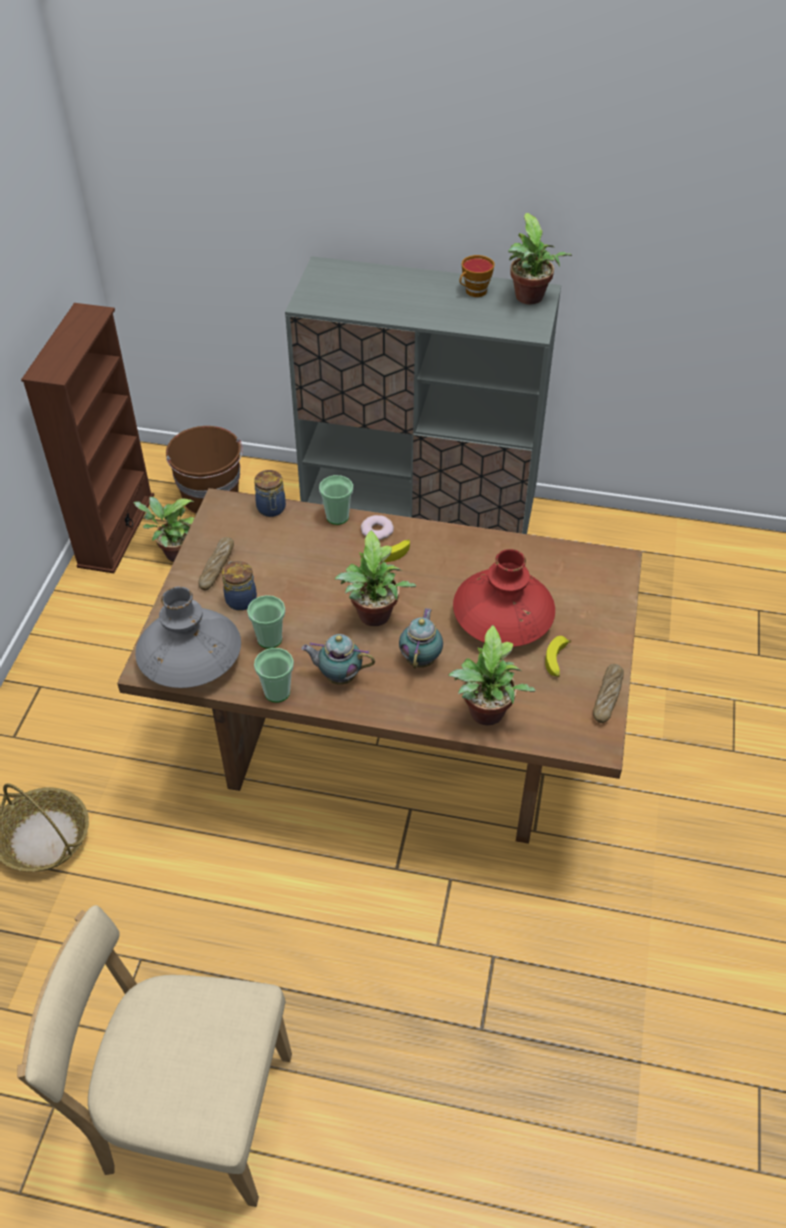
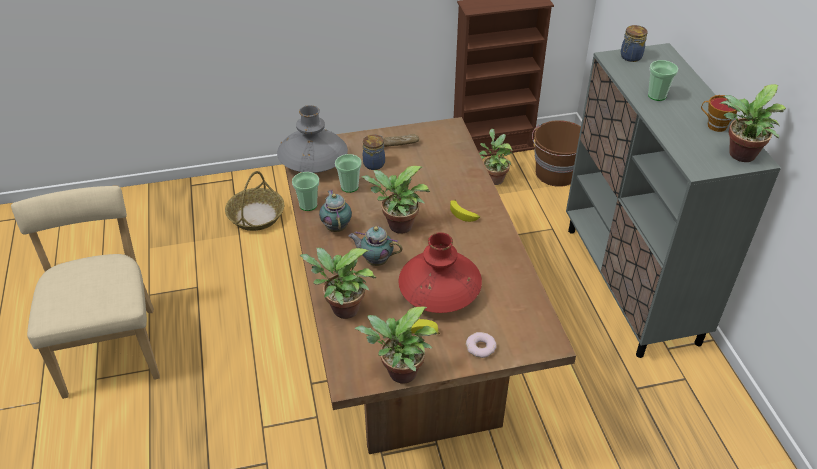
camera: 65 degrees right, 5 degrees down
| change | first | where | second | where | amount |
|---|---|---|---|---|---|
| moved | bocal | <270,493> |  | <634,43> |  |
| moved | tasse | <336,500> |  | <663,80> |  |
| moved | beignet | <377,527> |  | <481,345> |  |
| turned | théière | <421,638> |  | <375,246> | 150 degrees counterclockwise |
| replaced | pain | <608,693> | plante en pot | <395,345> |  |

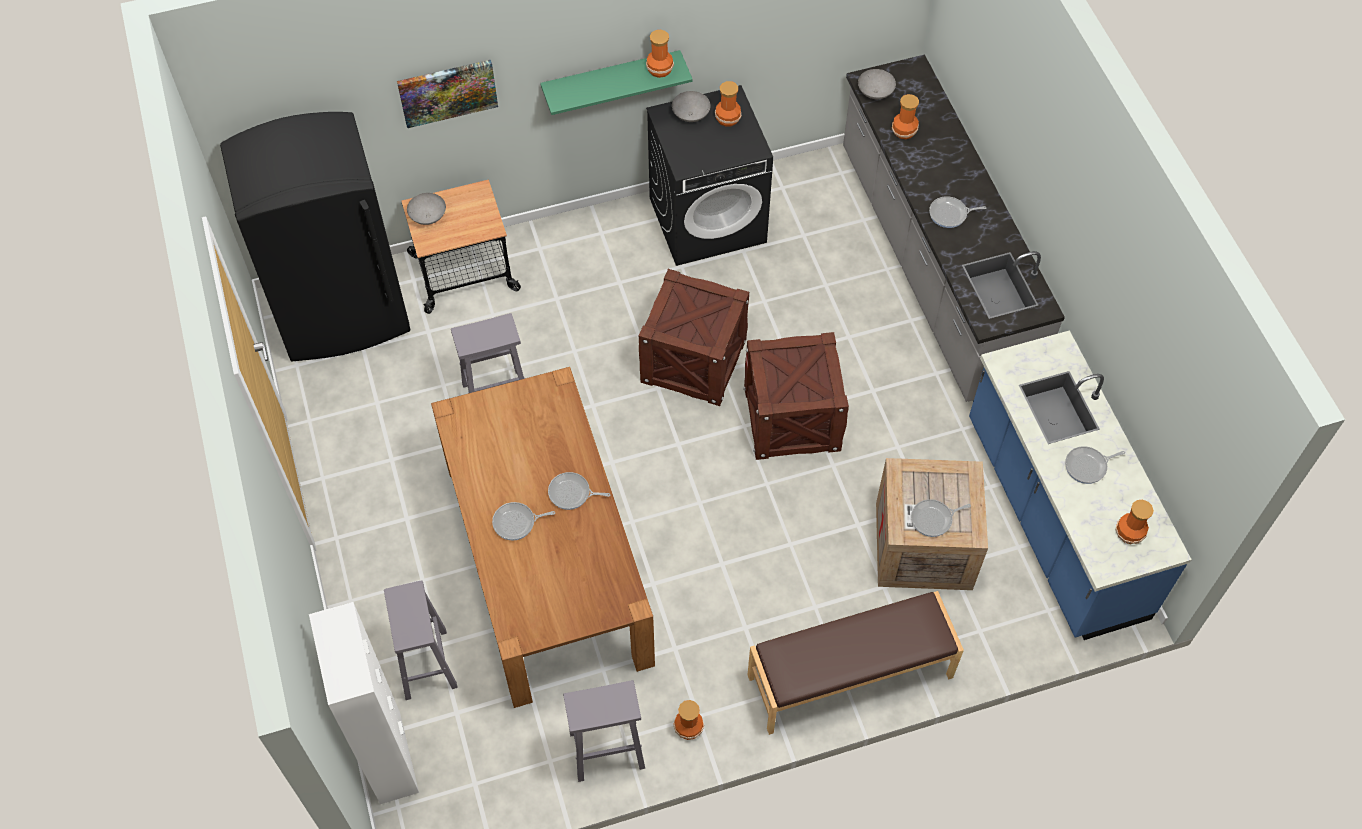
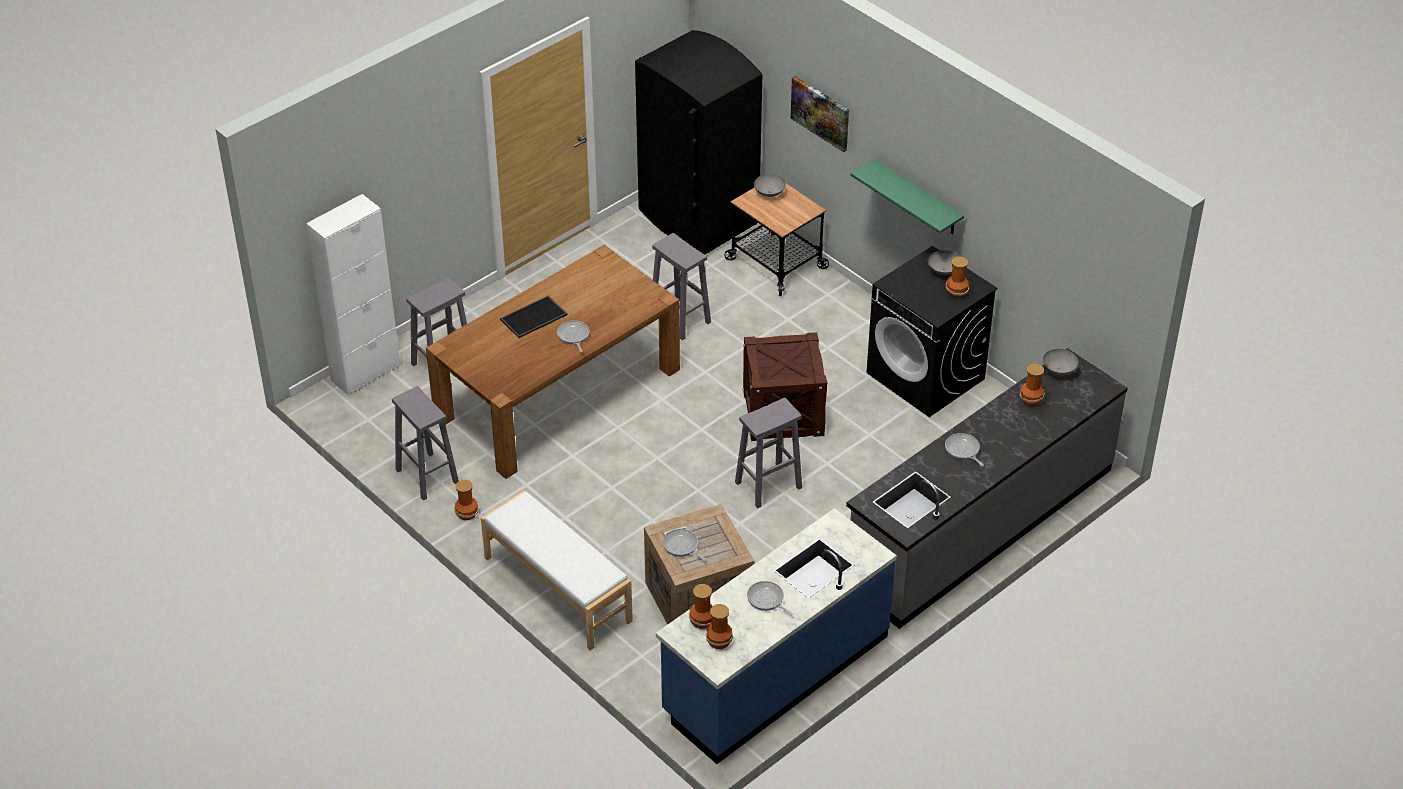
camera: 65 degrees right, 15 degrees down
| change | first | where | second | where | amount |
|---|---|---|---|---|---|
| replaced | poêle | <523,521> | plateau | <533,317> |  |
| moved | vase | <660,54> |  | <700,606> |  |
| replaced | caisse | <796,396> | tabouret/gris | <768,453> |  |
| recoloured | banc/marron | <856,663> | banc/blanc | <557,570> |  |

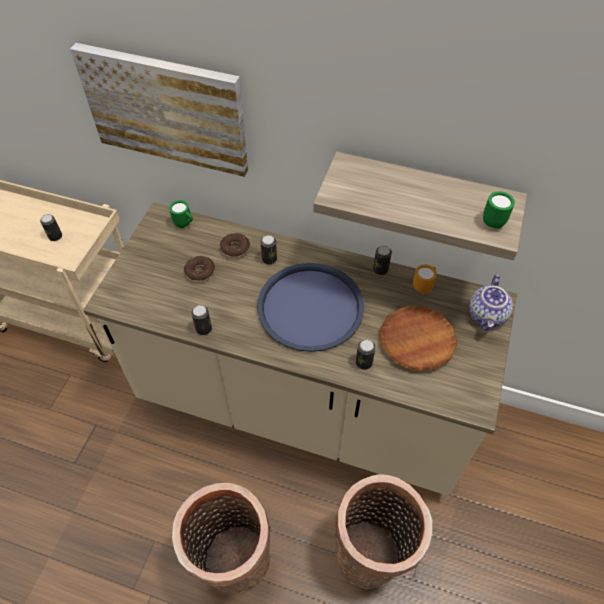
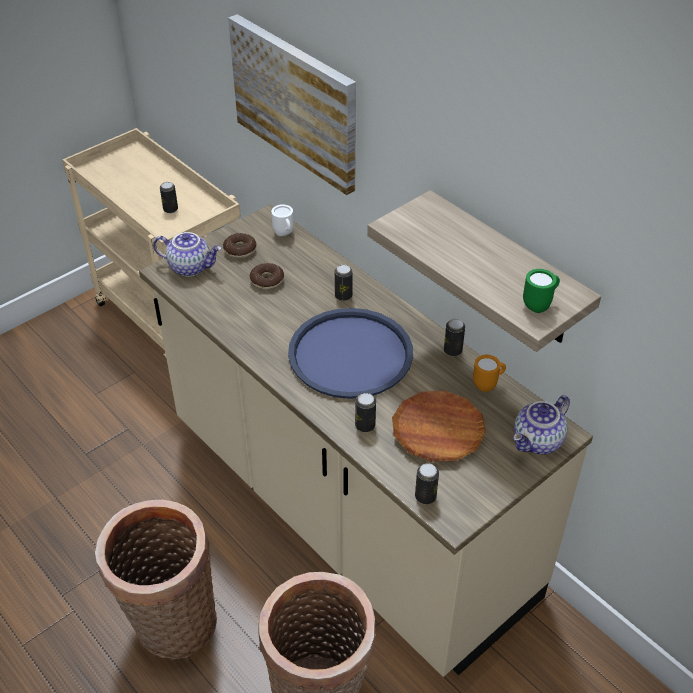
camera: 30 degrees right, 10 degrees down
| change | first | where | second | where | amount |
|---|---|---|---|---|---|
| recoloured | mug/vert | <181,214> | mug/blanc | <282,220> |  |
| moved | boîte métallique | <201,320> |  | <427,483> |  |
| moved | beignet | <235,245> |  | <239,245> |  |
| added |  |  | théière | <187,254> |  |

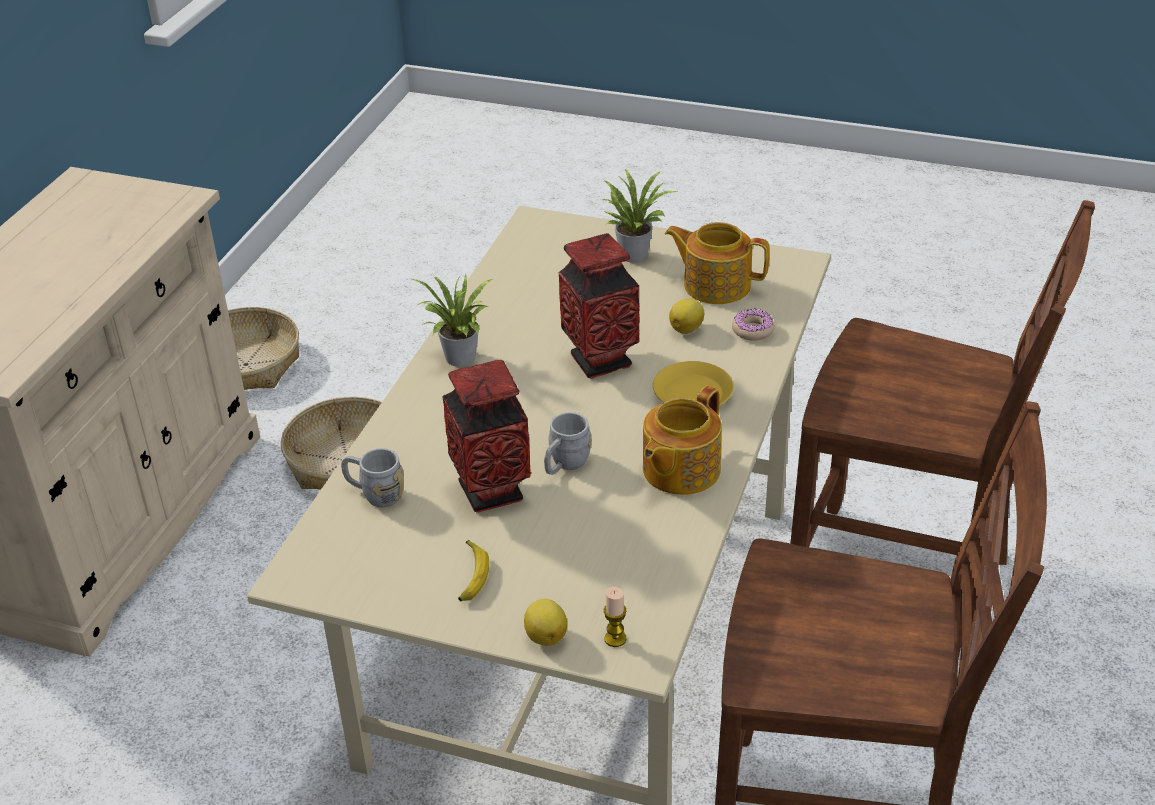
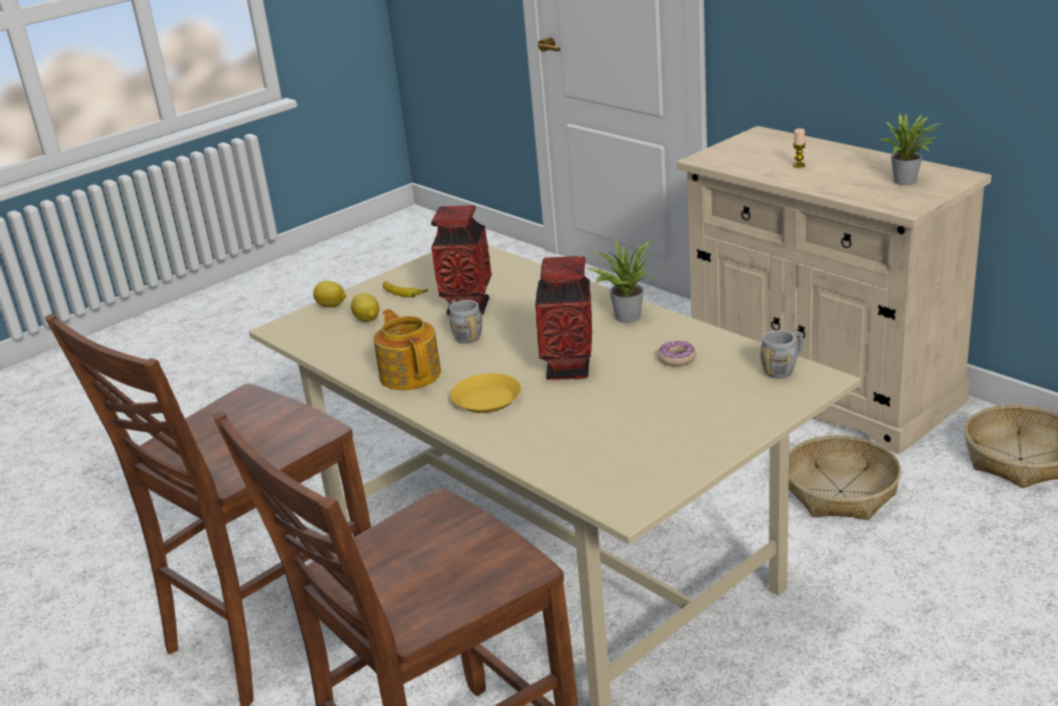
camera: 120 degrees right, 10 degrees down
| change | first | where | second | where | amount |
|---|---|---|---|---|---|
| moved | mug/gris | <372,477> |  | <781,354> |  |
| moved | plante en pot | <639,216> |  | <911,149> |  |
| moved | bougie | <614,617> |  | <799,148> |  |
| removed | théière | <717,263> |  |  |  |
| moved | citron | <686,316> |  | <365,307> |  |
| moved | beignet | <753,325> |  | <677,353> |  |

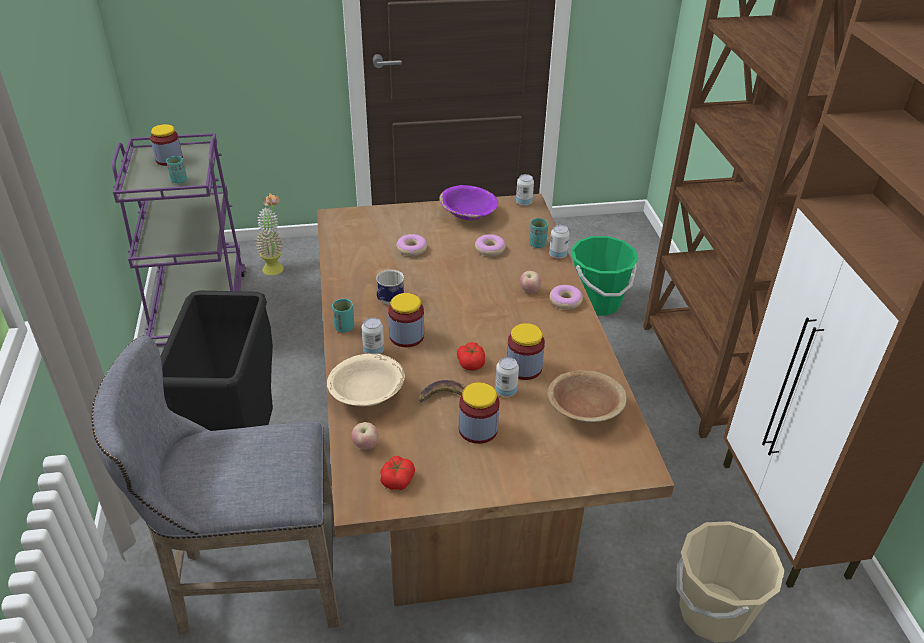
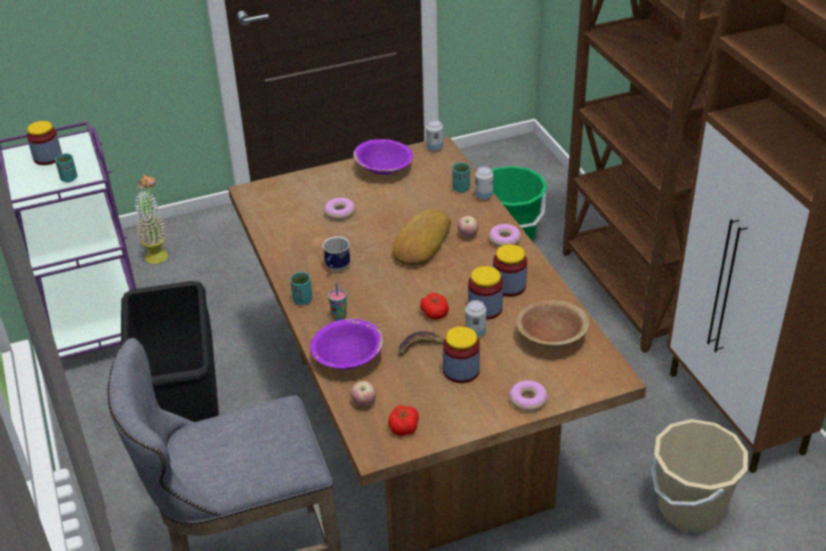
camera: 10 degrees left, 0 degrees up
| change | first | where | second | where | amount |
|---|---|---|---|---|---|
| recoloured | bol/beige | <366,380> | bol/violet | <347,343> |  |
| replaced | boîte métallique | <373,335> | tasse | <337,302> |  |
| moved | bocal | <406,320> |  | <510,270> |  |
| moved | beignet | <490,245> |  | <528,395> |  |
| added |  |  | pain | <422,237> |  |

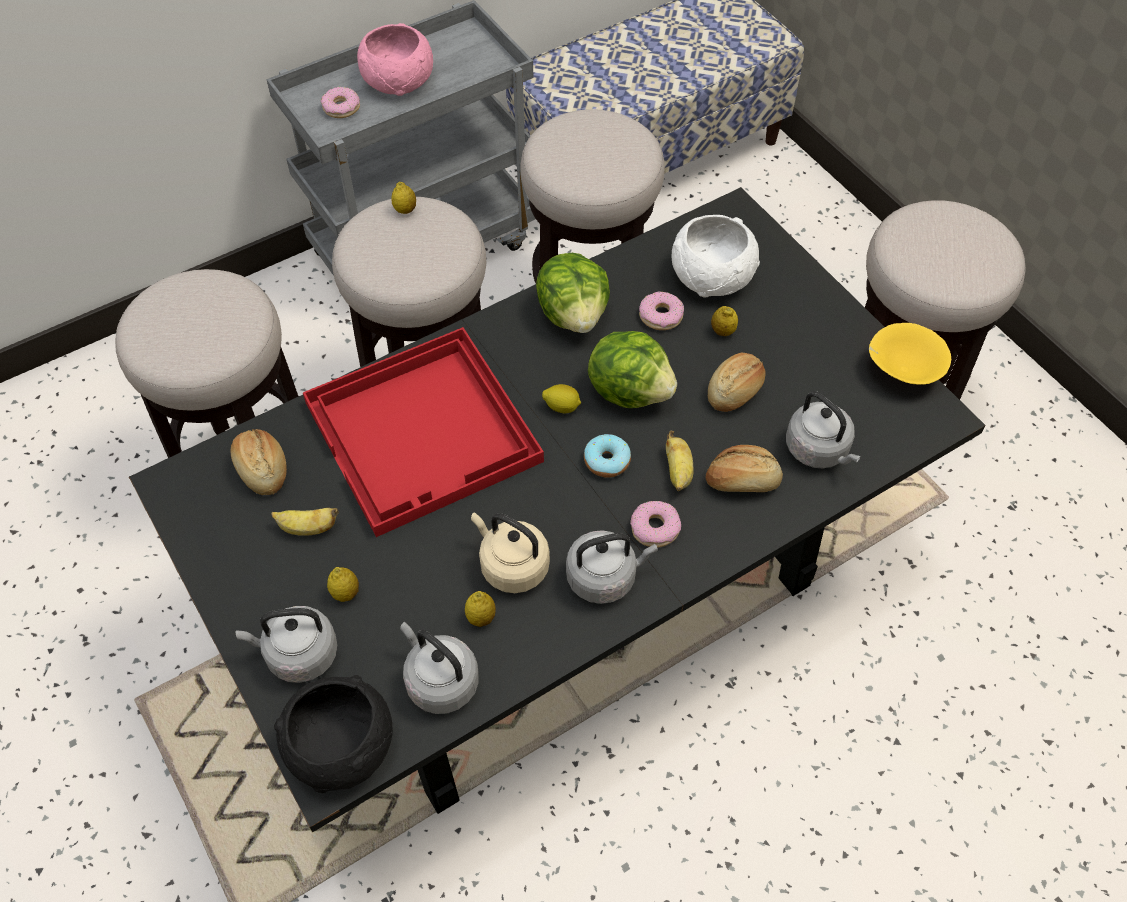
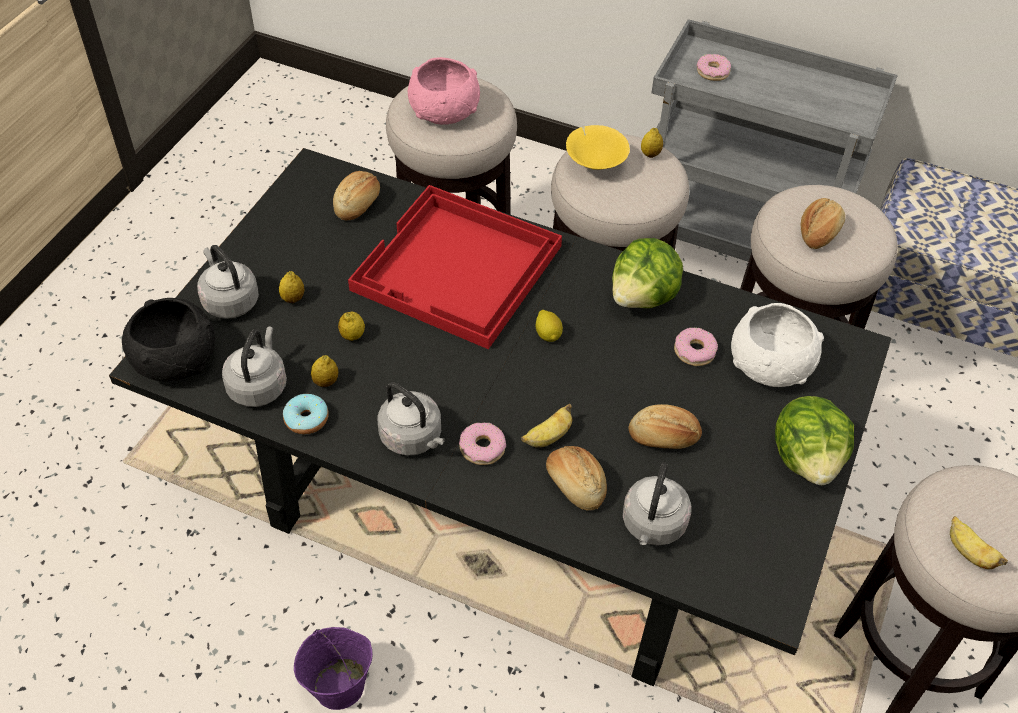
camera: 55 degrees right, 5 degrees down
| change | first | where | second | where | amount |
|---|---|---|---|---|---|
| moved | banane | <305,522> |  | <979,542> |  |
| moved | bol/rose | <395,59> |  | <444,91> |  |
| removed | bouilloire/beige | <510,553> |  |  |  |
| moved | beignet | <607,456> |  | <306,414> |  |
| moved | laitue | <632,369> |  | <814,440> |  |
| moved | citron | <724,321> |  | <351,326> |  |
| moved | bol/jaune | <910,354> |  | <598,147> |  |
| added |  |  | seau/violet | <333,668> |  |
| added |  |  | pain | <823,223> |  |

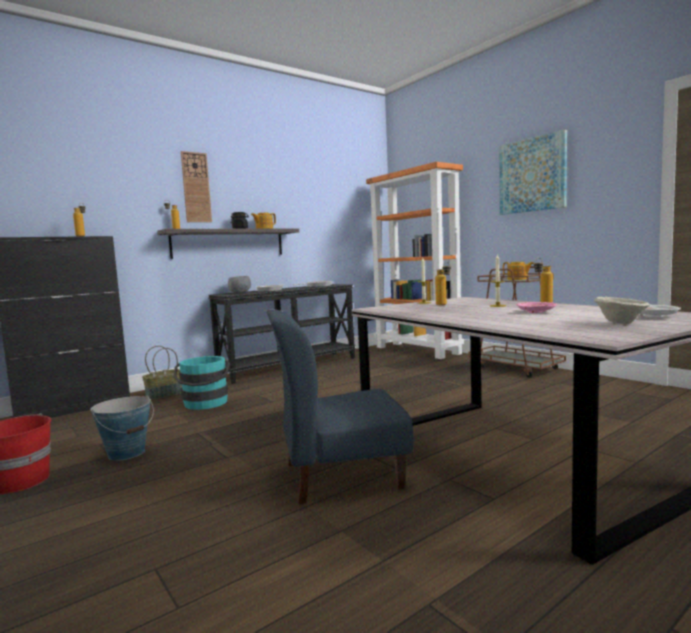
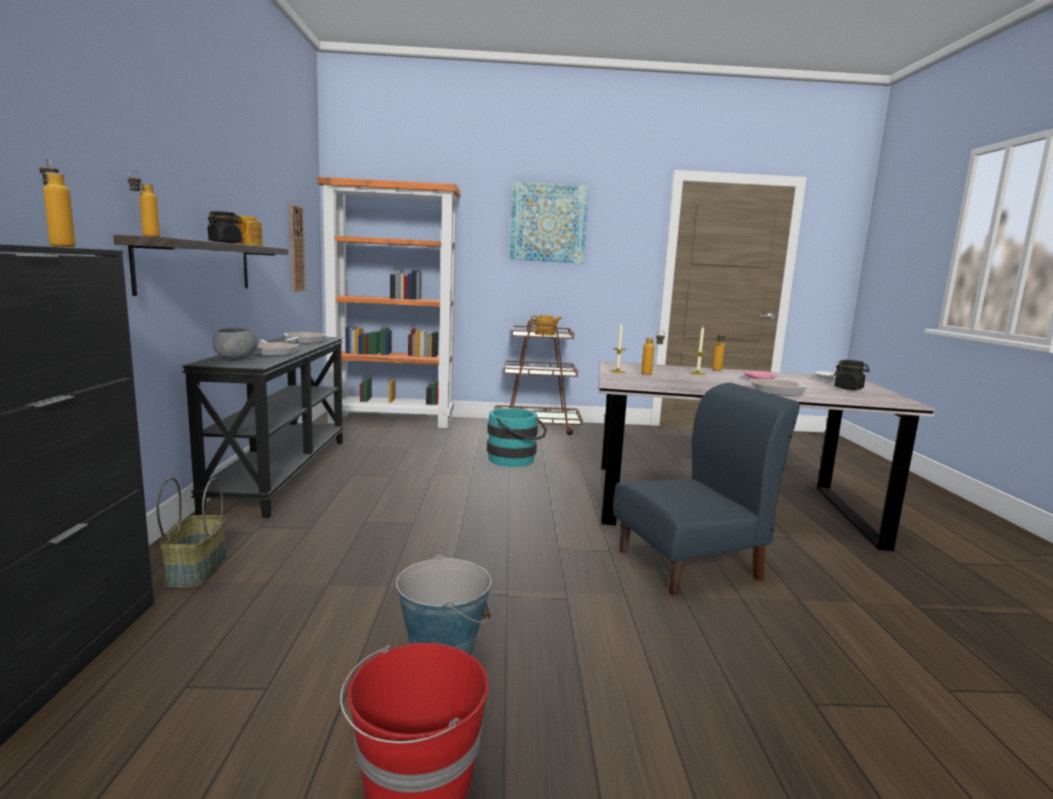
camera: 55 degrees left, 5 degrees up
| change | first | where | second | where | amount |
|---|---|---|---|---|---|
| moved | seau/turquoise | <202,383> |  | <517,437> |  |
| moved | horloge murale | <196,186> |  | <298,248> |  |
| turned | chaise/bleu | <340,407> |  | <706,489> | 135 degrees counterclockwise |
| replaced | bol/beige | <622,310> | bocal/noir | <851,375> |  |
| added |  |  | poêle | <778,386> |  |

